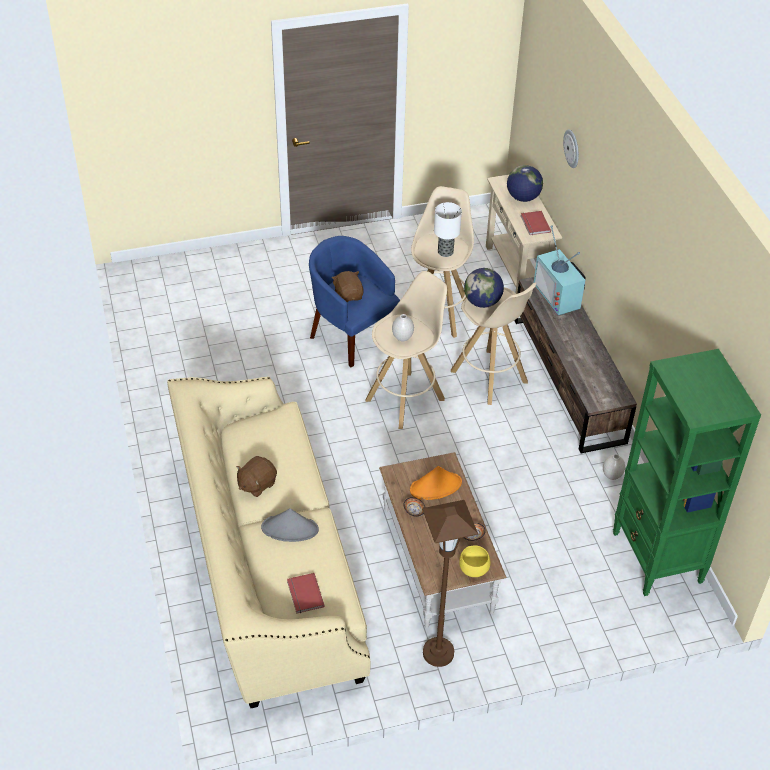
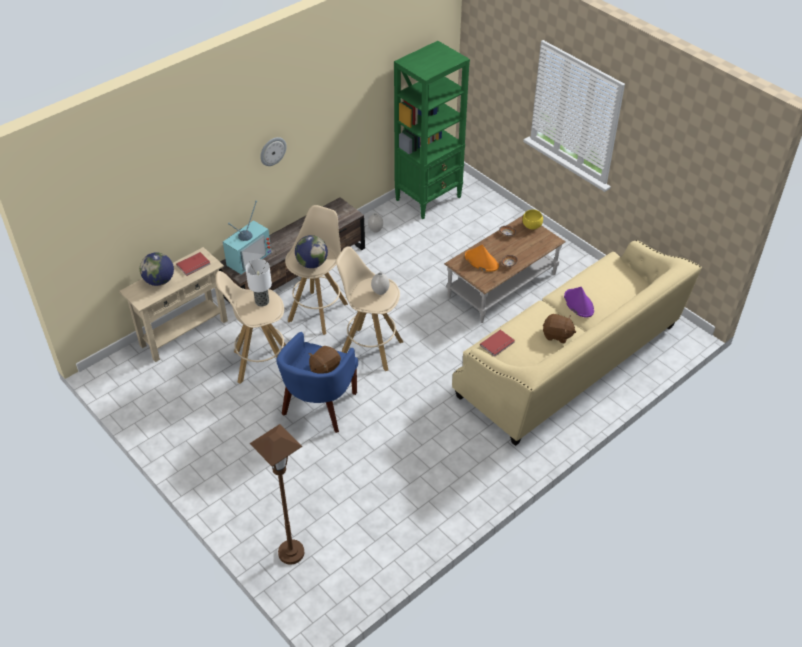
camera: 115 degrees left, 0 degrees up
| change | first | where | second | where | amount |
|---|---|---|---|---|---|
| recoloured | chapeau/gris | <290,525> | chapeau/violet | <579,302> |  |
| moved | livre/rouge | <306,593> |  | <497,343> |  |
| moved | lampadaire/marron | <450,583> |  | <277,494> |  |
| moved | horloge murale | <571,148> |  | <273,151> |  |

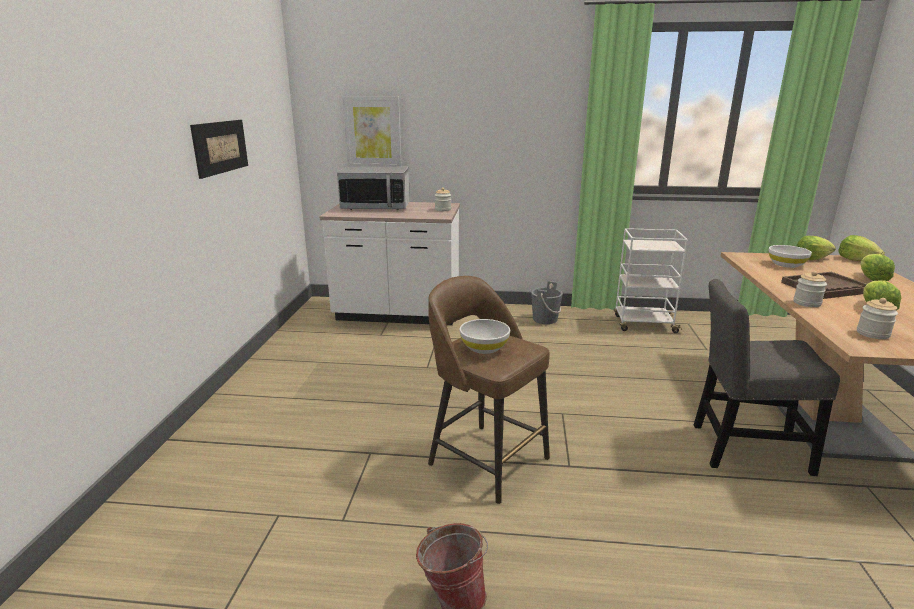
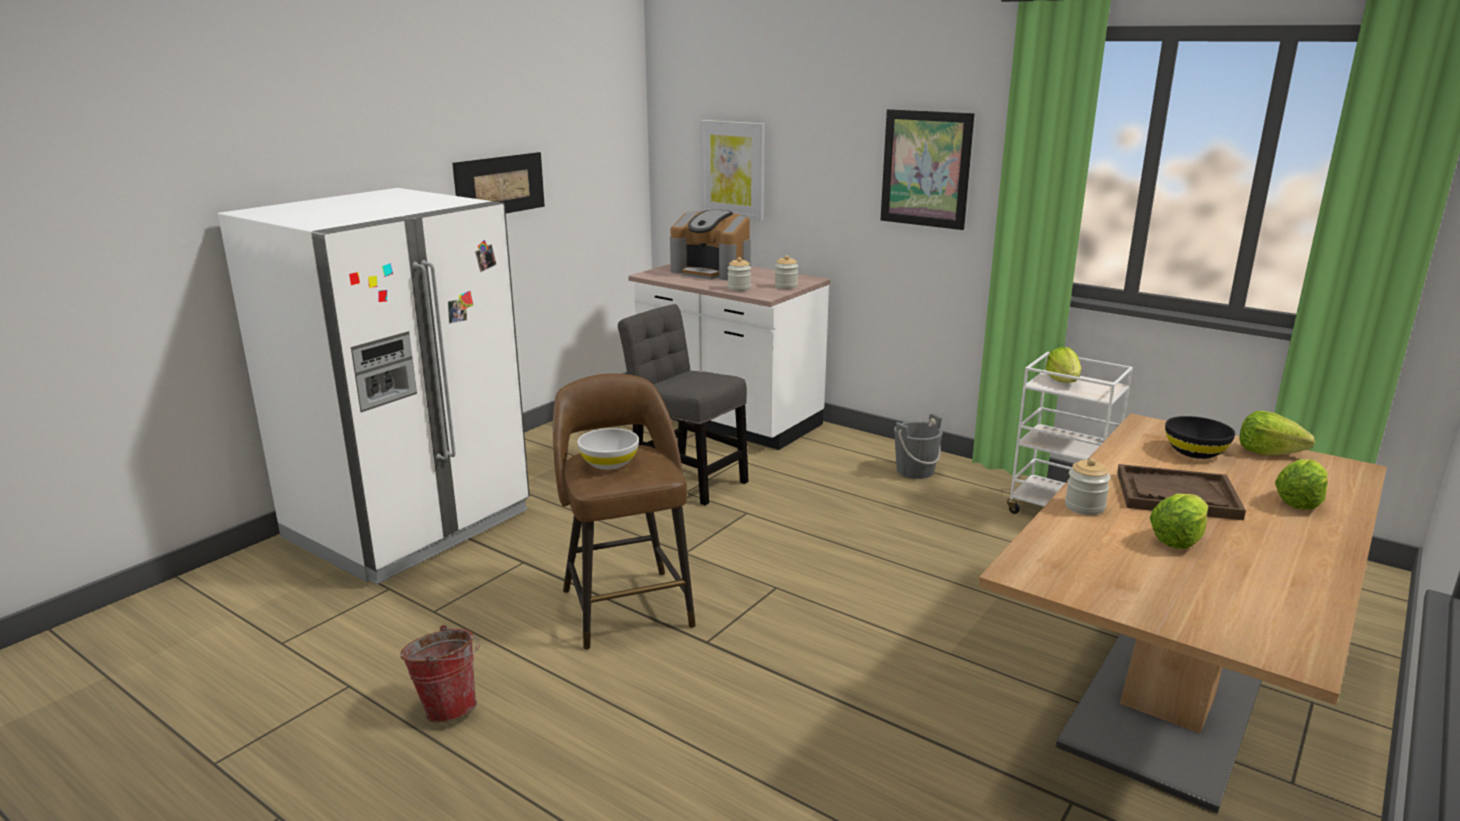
camera: 30 degrees right, 0 degrees up
| change | first | where | second | where | amount |
|---|---|---|---|---|---|
| replaced | micro-ondes | <373,188> | machine à café | <710,245> |  |
| moved | chaise/gris | <767,377> |  | <683,404> |  |
| recoloured | bol/blanc | <790,256> | bol/noir | <1200,437> |  |
| moved | laitue | <861,248> |  | <1063,365> |  |
| moved | bocal | <877,318> |  | <739,274> |  |
| added |  |  | réfrigérateur/blanc | <374,386> |  |
| added |  |  | tableau | <927,169> |  |

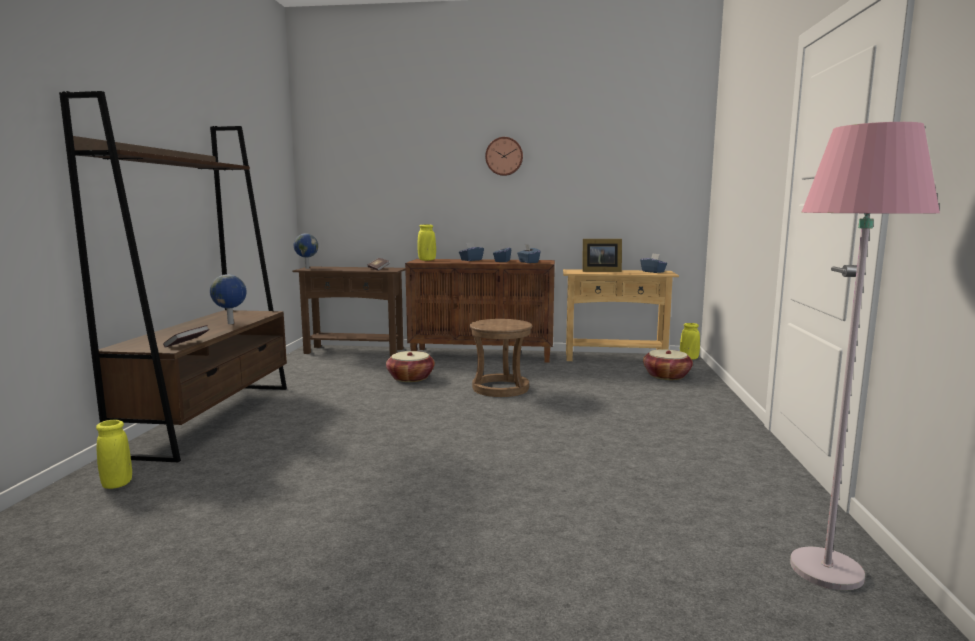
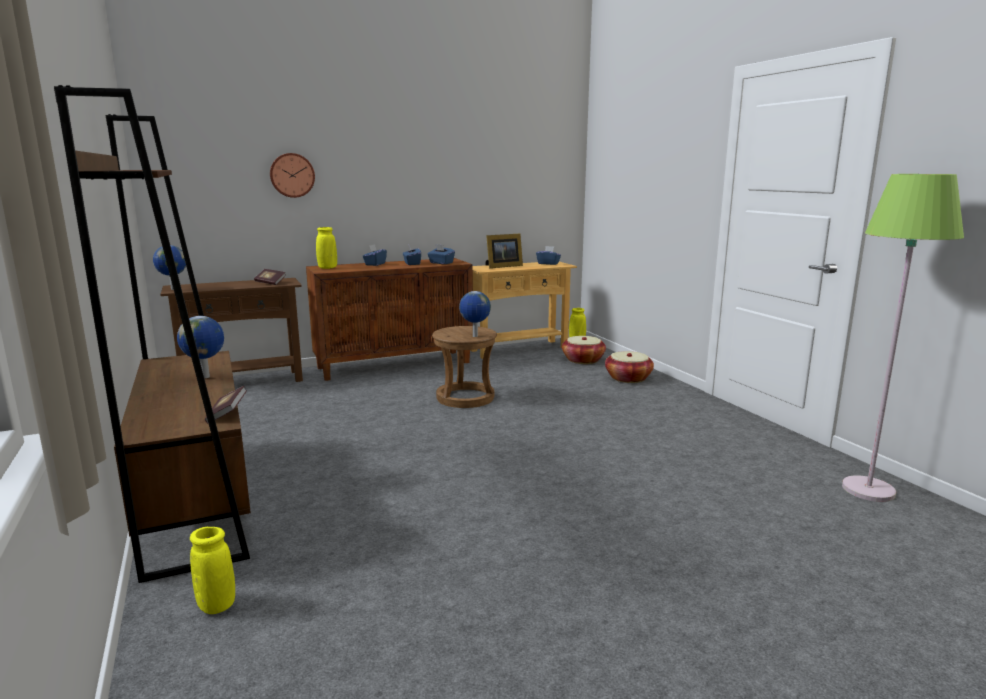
camera: 30 degrees left, 5 degrees up
| change | first | where | second | where | amount |
|---|---|---|---|---|---|
| moved | panier | <410,366> |  | <629,367> |  |
| moved | horloge murale | <504,156> |  | <292,175> |  |
| recoloured | lampadaire/rose | <865,356> | lampadaire/vert | <903,338> |  |
| added |  |  | globe | <475,314> |  |

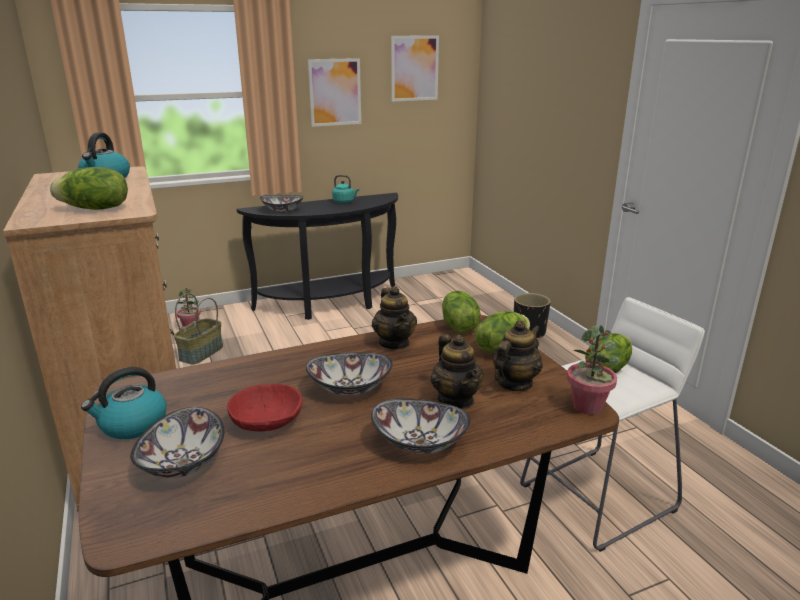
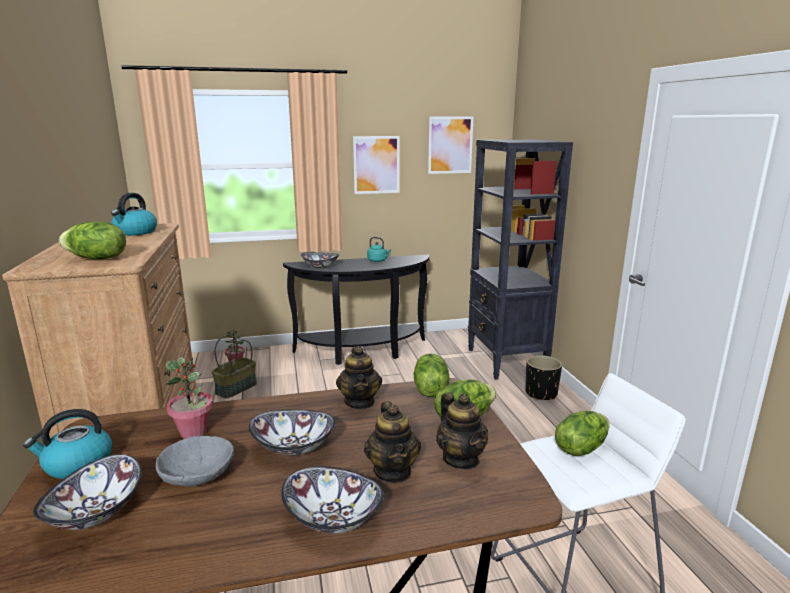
camera: 10 degrees right, 5 degrees down
| change | first | where | second | where | amount |
|---|---|---|---|---|---|
| recoloured | bol/rouge | <265,407> | bol/gris | <195,461> |  |
| turned | théière | <518,355> |  | <462,430> | 105 degrees clockwise |
| moved | plante en pot | <593,370> |  | <189,398> |  |
| added |  |  | bibliothèque/noir | <520,259> |  |

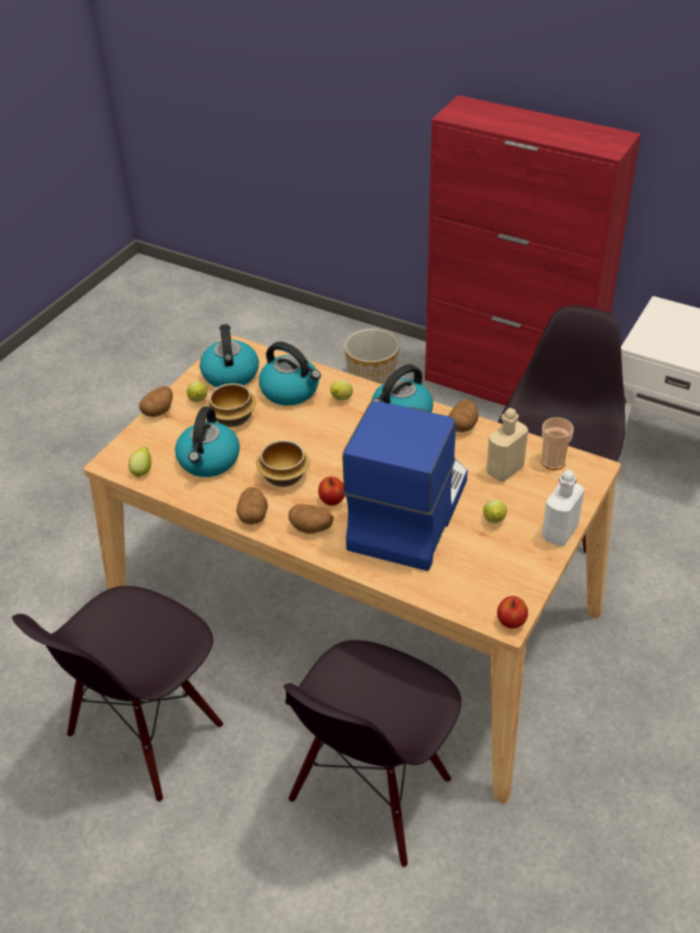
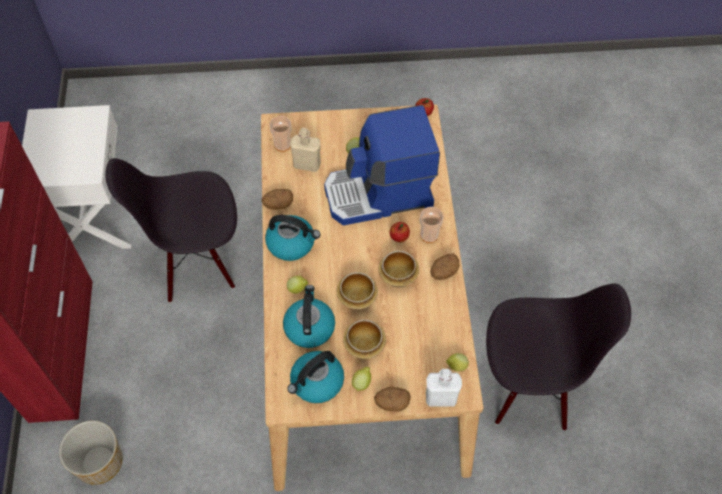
camera: 125 degrees left, 15 degrees up
| change | first | where | second | where | amount |
|---|---|---|---|---|---|
| removed | bouilloire | <207,441> |  |  |  |
| removed | chaise/noir | <372,753> |  |  |  |
| replaced | pomme de terre | <311,519> | tasse | <431,225> |  |
| moved | bouteille/blanc | <563,508> |  | <444,388> |  |
| added |  |  | bol | <357,291> |  |

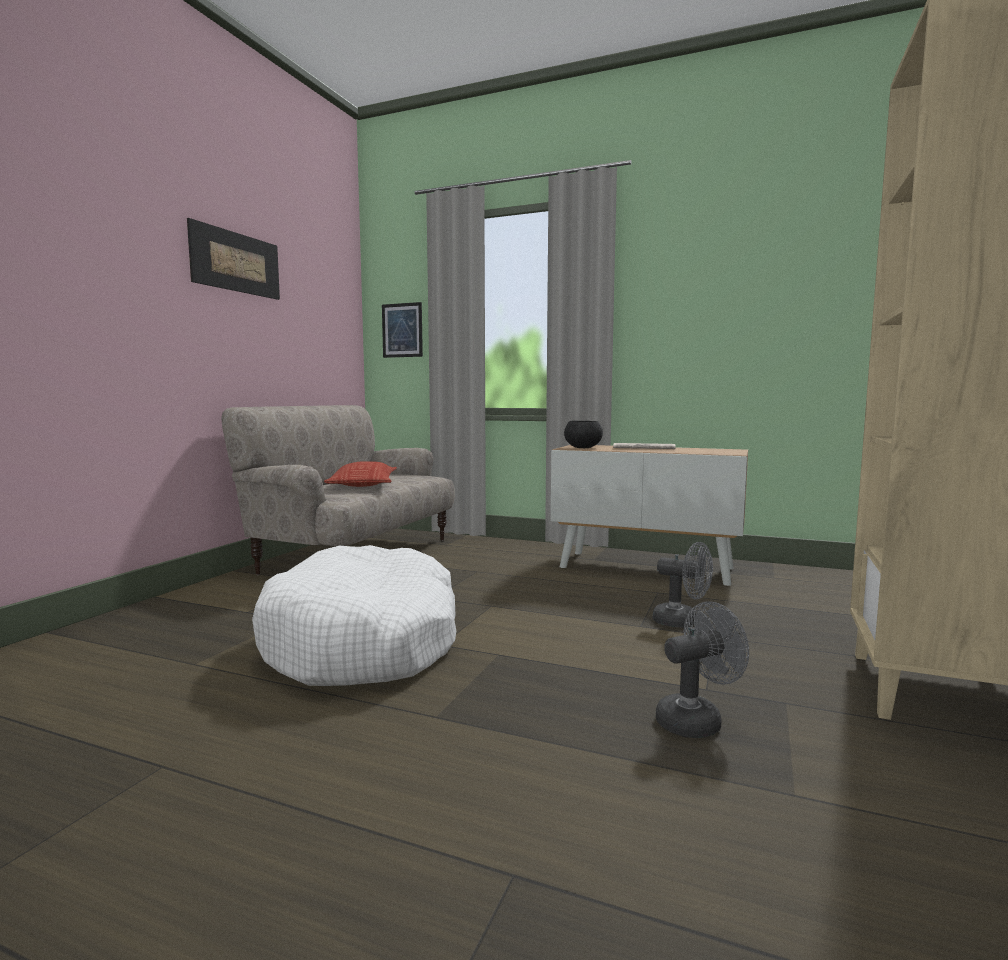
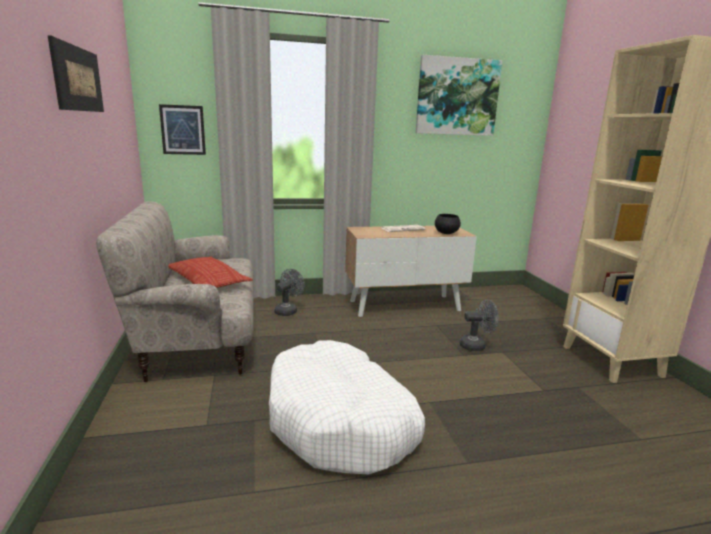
camera: 35 degrees left, 10 degrees up
| change | first | where | second | where | amount |
|---|---|---|---|---|---|
| moved | bol/noir | <583,434> |  | <448,224> |  |
| moved | ventilateur/gris | <702,670> |  | <289,292> |  |
| added |  |  | tableau | <459,95> |  |

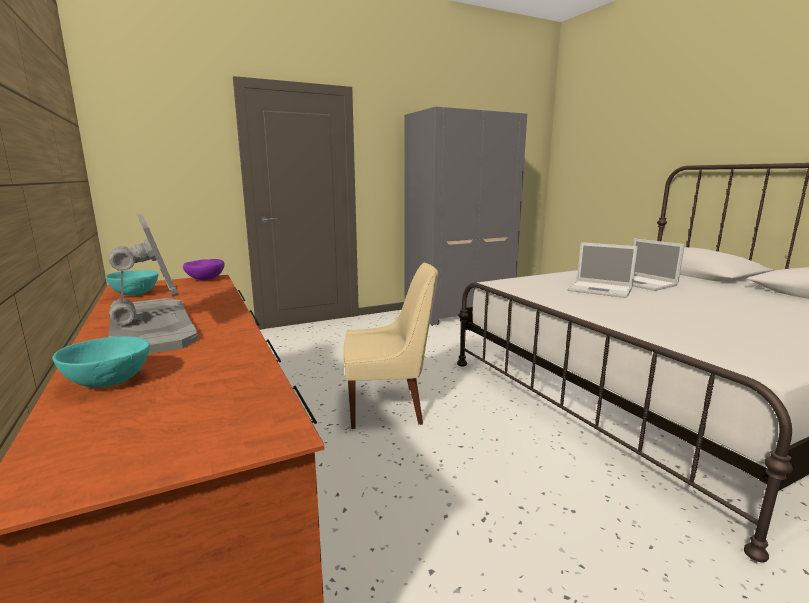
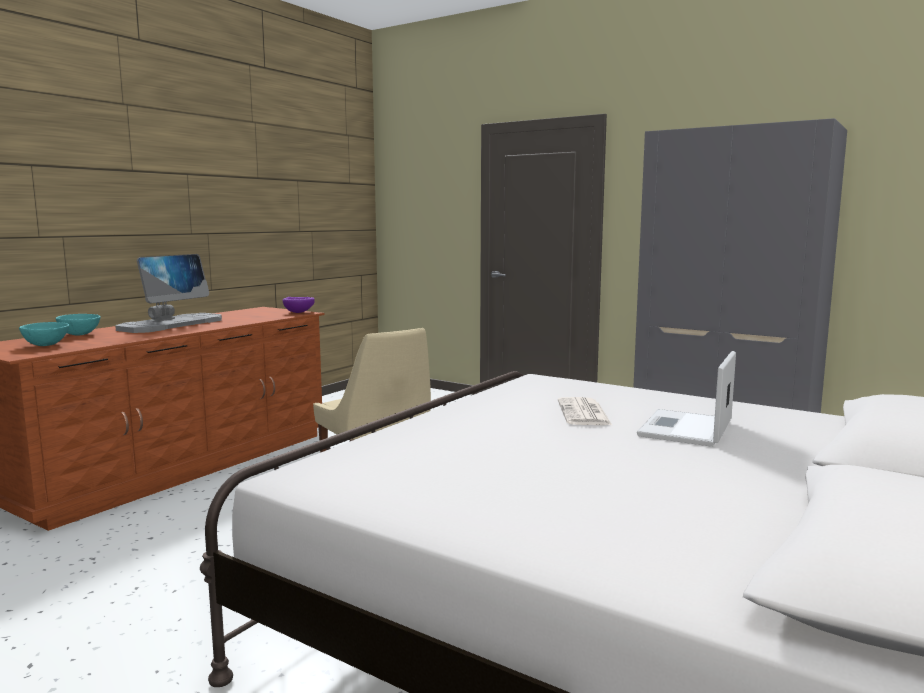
camera: 60 degrees right, 5 degrees down
| change | first | where | second | where | amount |
|---|---|---|---|---|---|
| moved | bol/turquoise | <132,283> |  | <44,334> |  |
| replaced | ordinateur portable | <603,270> | journal | <585,411> |  |

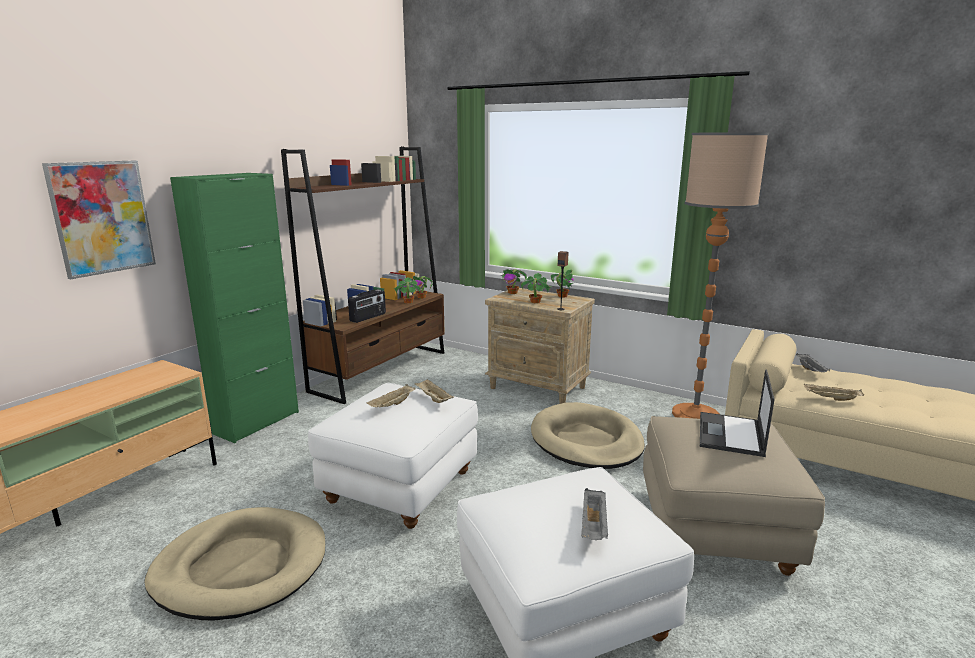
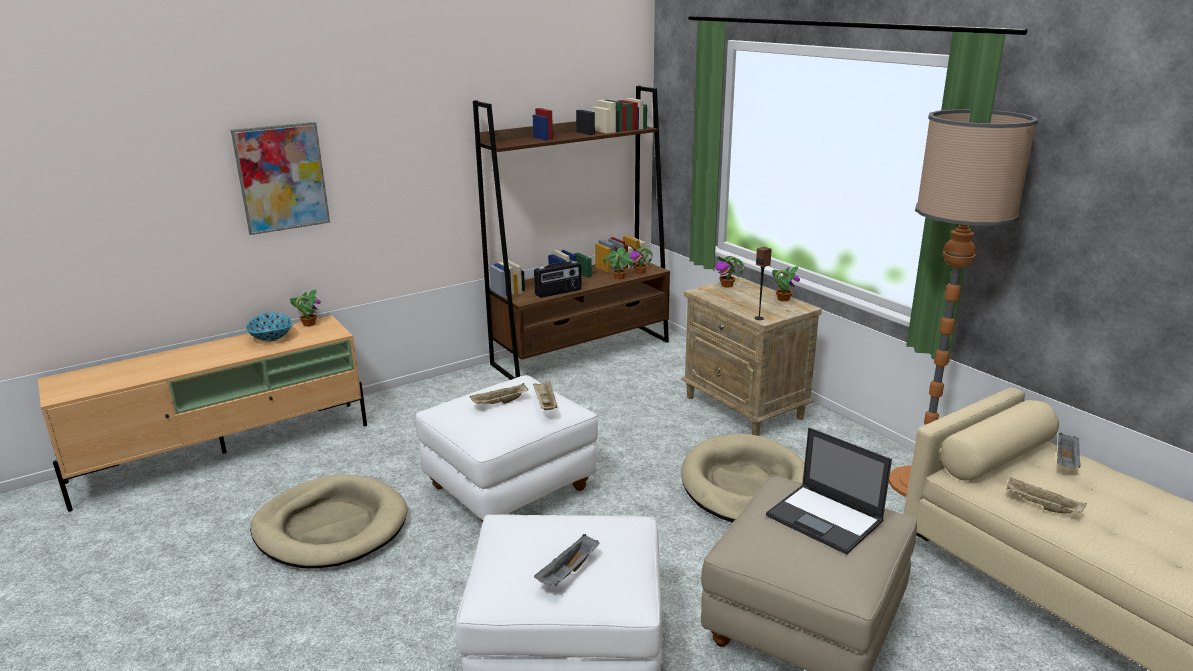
camera: 25 degrees right, 5 degrees up
| change | first | where | second | where | amount |
|---|---|---|---|---|---|
| removed | meuble de rangement/vert | <234,308> |  |  |  |
| moved | plante en pot | <536,288> |  | <305,308> |  |
| turned | ordinateur portable | <737,413> |  | <829,491> | 90 degrees counterclockwise |
| added |  |  | bol | <269,327> |  |

